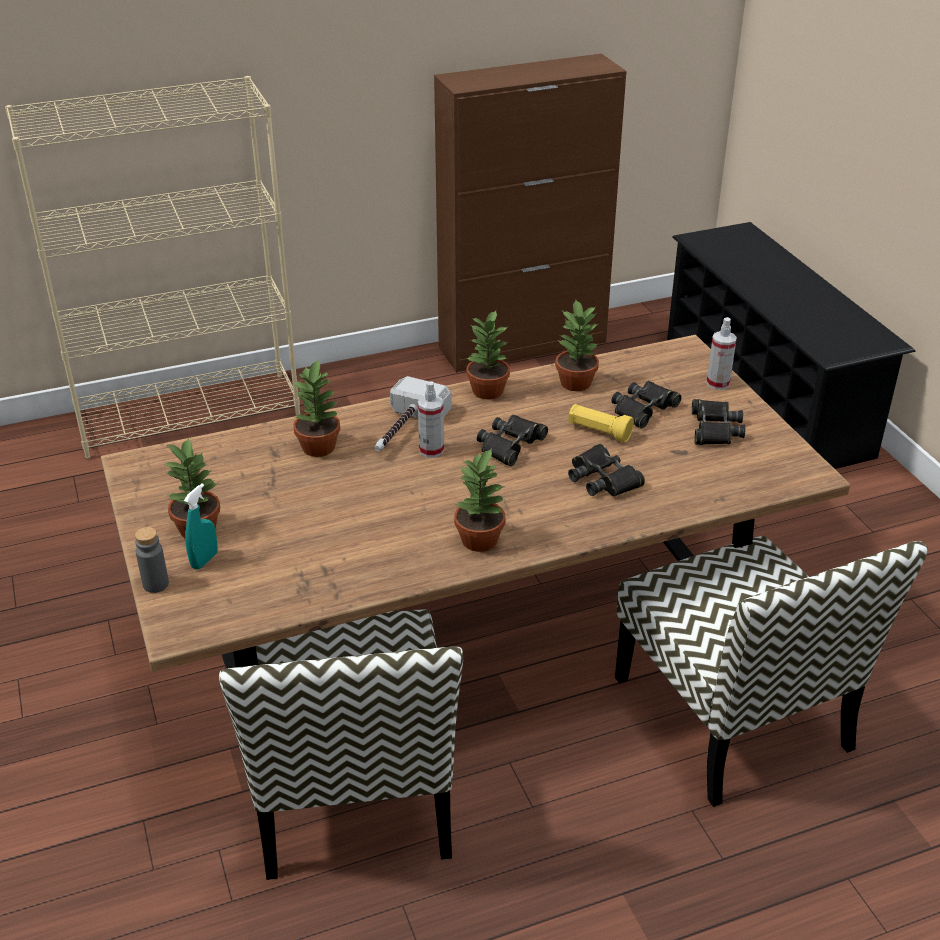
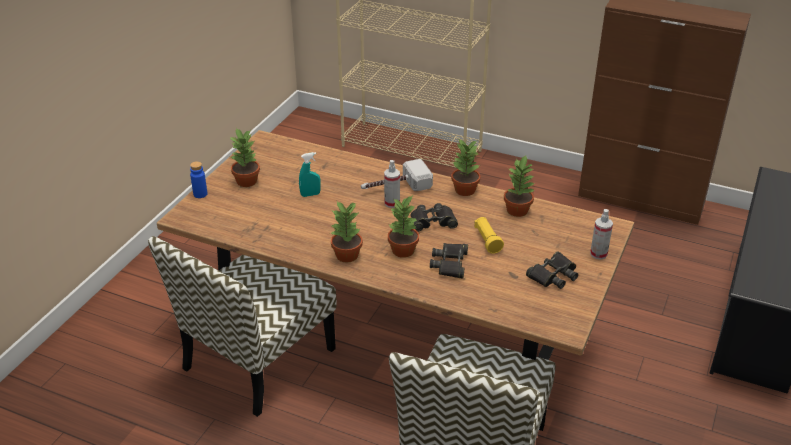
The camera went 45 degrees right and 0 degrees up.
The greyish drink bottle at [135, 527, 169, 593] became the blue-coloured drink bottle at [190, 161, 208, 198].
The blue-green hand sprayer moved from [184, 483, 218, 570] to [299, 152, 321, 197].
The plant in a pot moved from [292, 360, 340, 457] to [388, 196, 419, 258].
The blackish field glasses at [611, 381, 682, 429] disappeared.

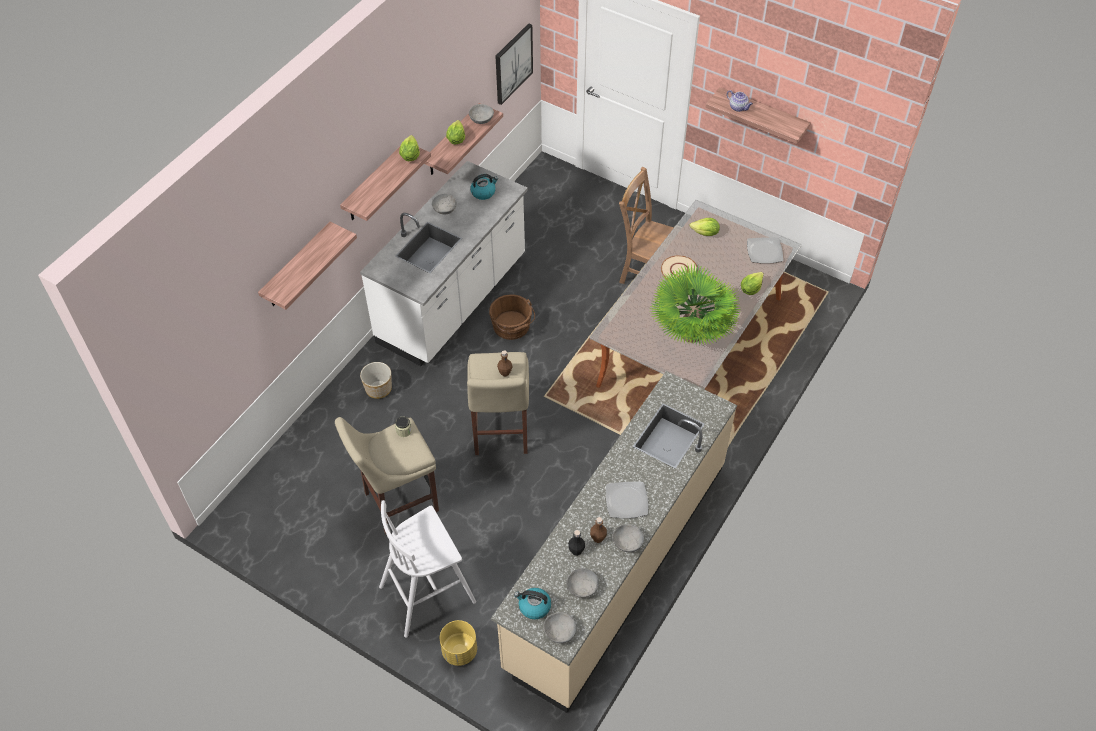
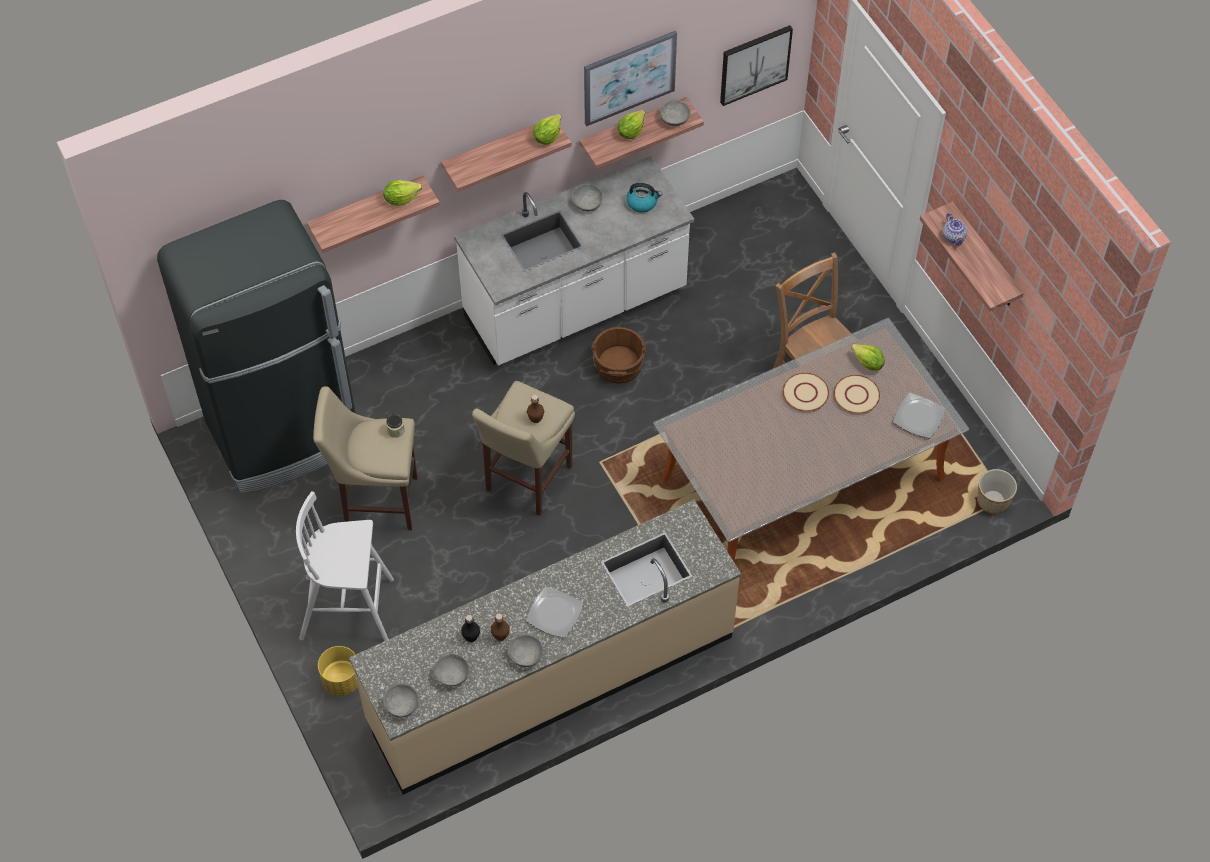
The camera went 30 degrees right and 5 degrees up.
The planter moved from [360, 362, 392, 399] to [977, 469, 1017, 514].
The water kettle at [514, 588, 551, 619] disappeared.
The plant in a pot at [649, 264, 740, 345] disappeared.
The head of lettuce moved from [741, 272, 764, 295] to [383, 180, 422, 206].
The blackish refrigerator at [157, 200, 356, 493] appeared.
The wall picture at [584, 31, 677, 126] appeared.
The beige-coloured flat dish at [834, 375, 880, 414] appeared.

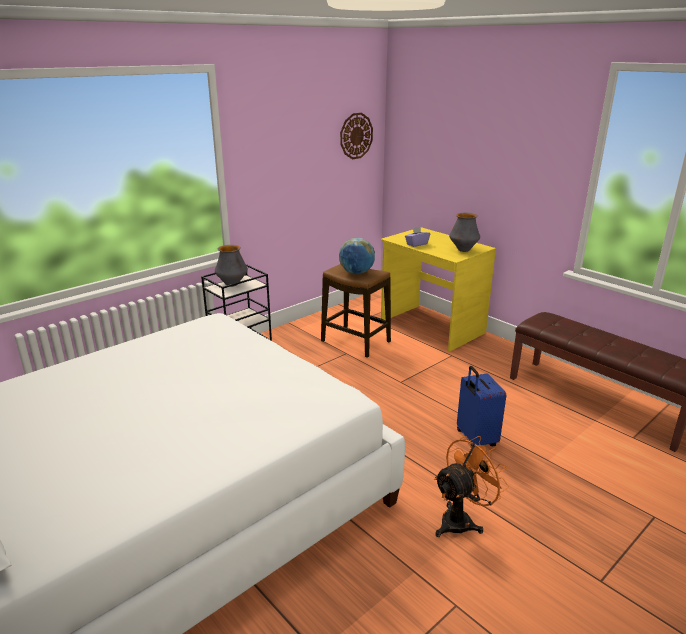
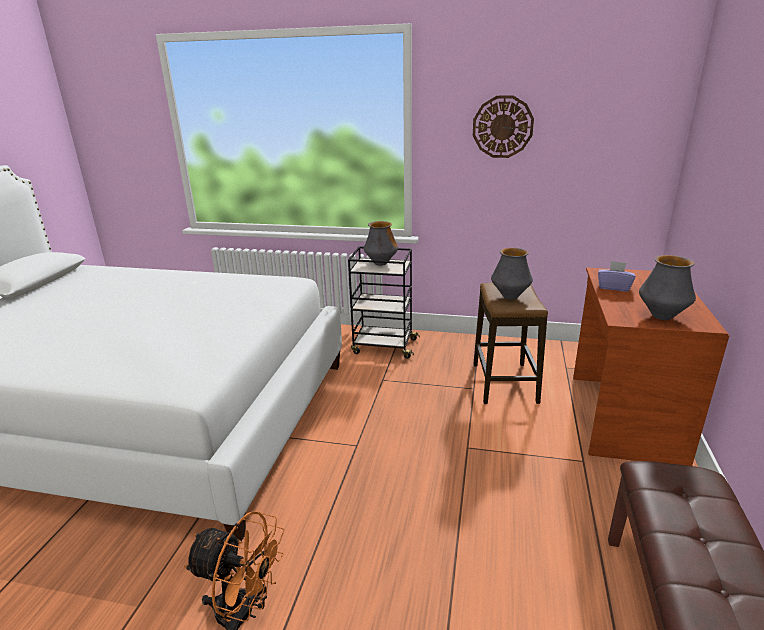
The camera went 55 degrees right and 0 degrees up.
The globe at [339, 237, 375, 274] was replaced by the decorative vase at [491, 248, 533, 300].
The clock on the wall moved from [340, 113, 373, 159] to [473, 95, 534, 158].
The yellowish desk at [381, 227, 496, 352] became the brownish desk at [573, 268, 729, 466].
The blue-coloured piece of luggage at [457, 366, 506, 446] disappeared.

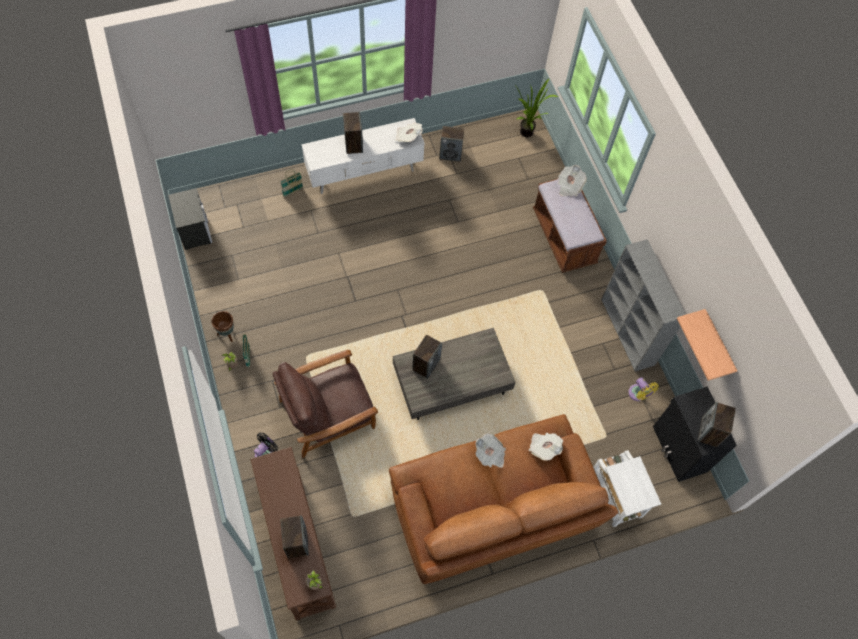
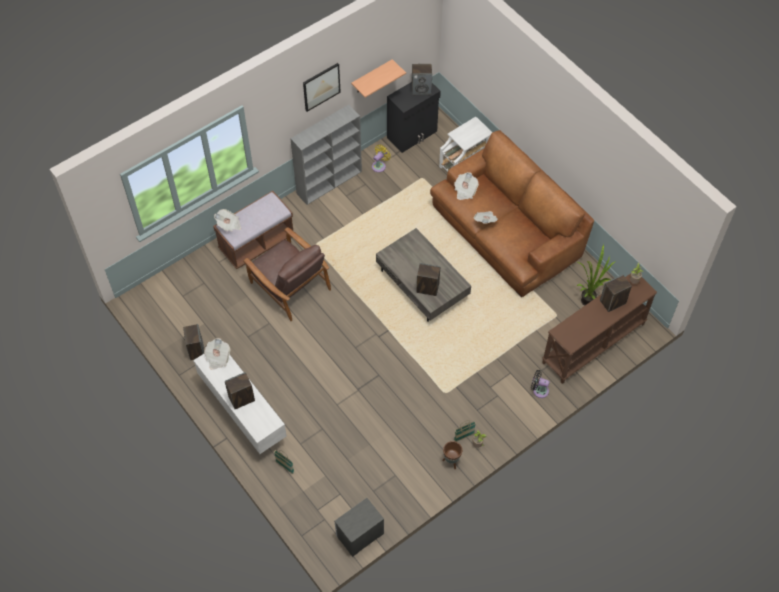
The camera went 105 degrees left and 5 degrees down.
The brownish armchair moved from [272, 350, 378, 458] to [243, 227, 331, 321].
The plant in a pot moved from [517, 78, 558, 137] to [577, 244, 616, 306].
The wall picture at [303, 63, 341, 112] appeared.

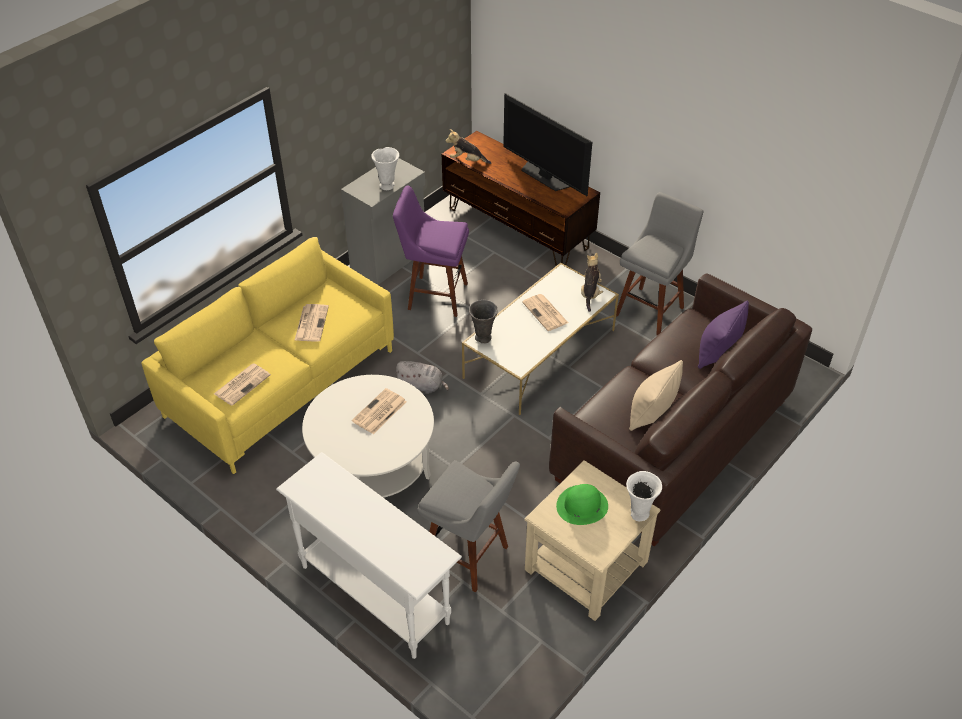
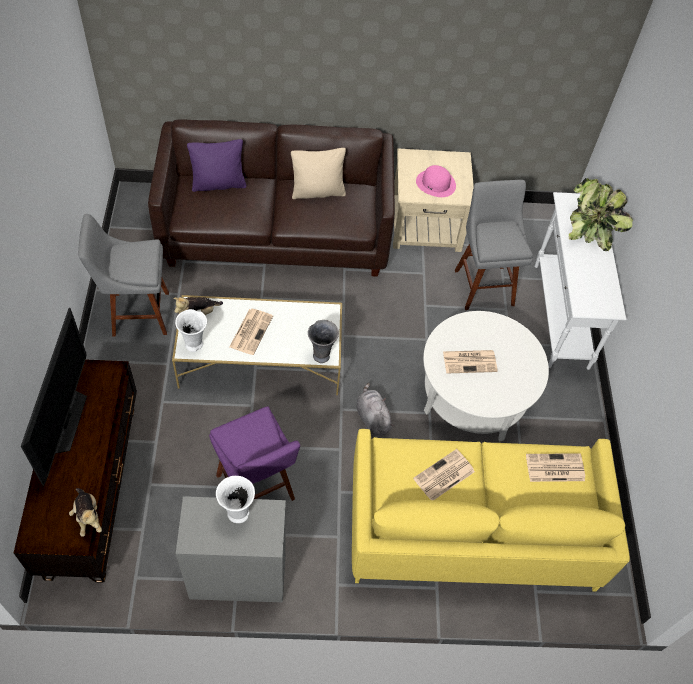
The camera went 135 degrees left and 10 degrees up.
The greenish clothing hat at [556, 484, 608, 525] became the pink clothing hat at [416, 165, 456, 197].
The whitish decorative vase moved from [626, 471, 662, 521] to [175, 309, 207, 352].
The plant in a pot at [569, 178, 633, 251] appeared.

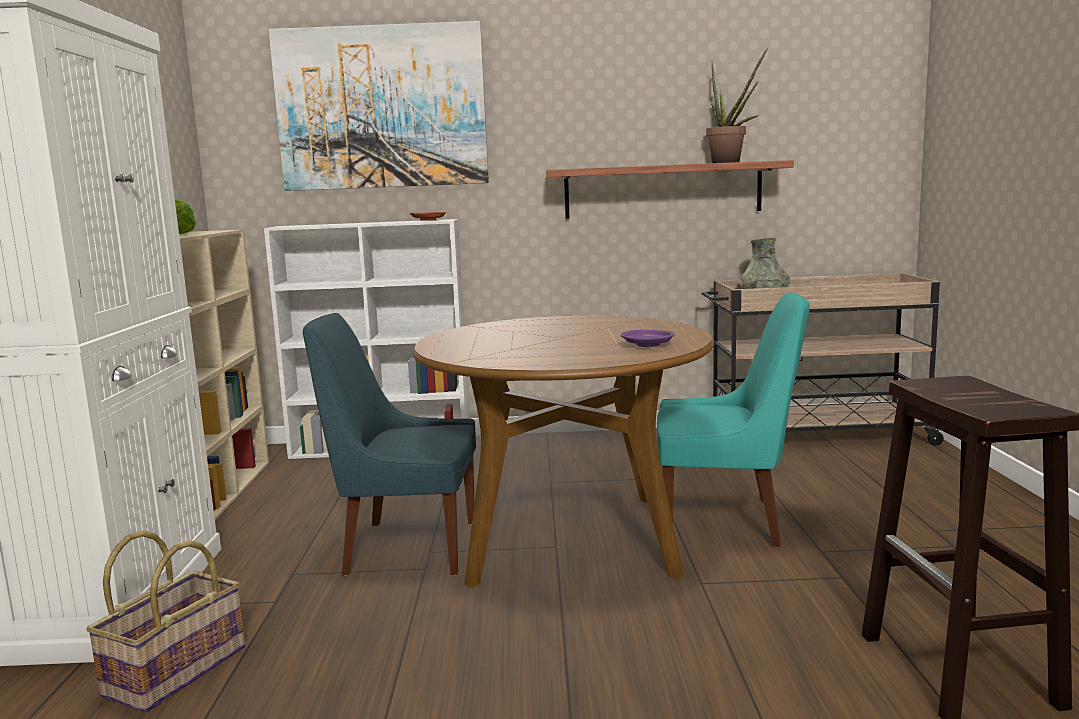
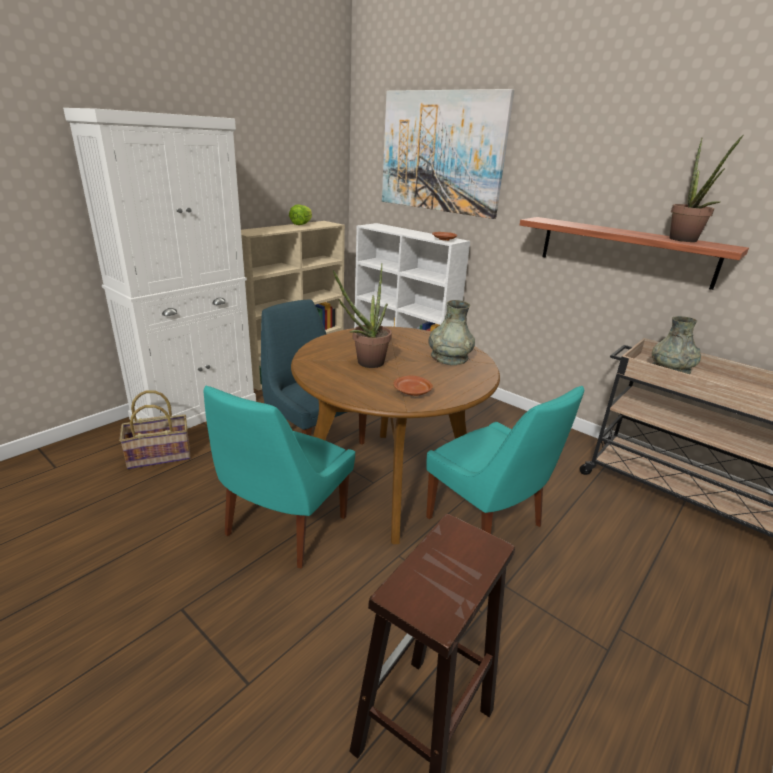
The camera went 40 degrees right and 15 degrees up.
The purplish flat dish at [621, 330, 675, 347] became the brownish flat dish at [394, 376, 433, 396].
The blue-green upright chair at [203, 386, 355, 568] appeared.
The plant in a pot at [333, 263, 392, 368] appeared.
The greyish decorative vase at [428, 300, 475, 365] appeared.

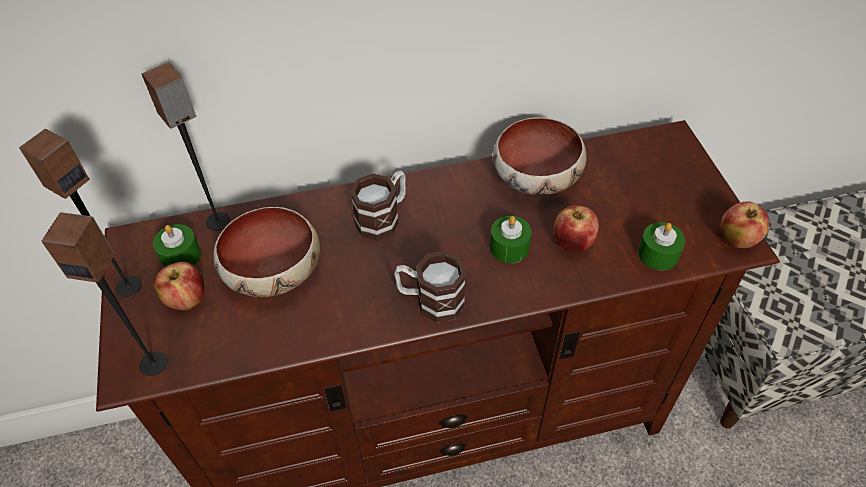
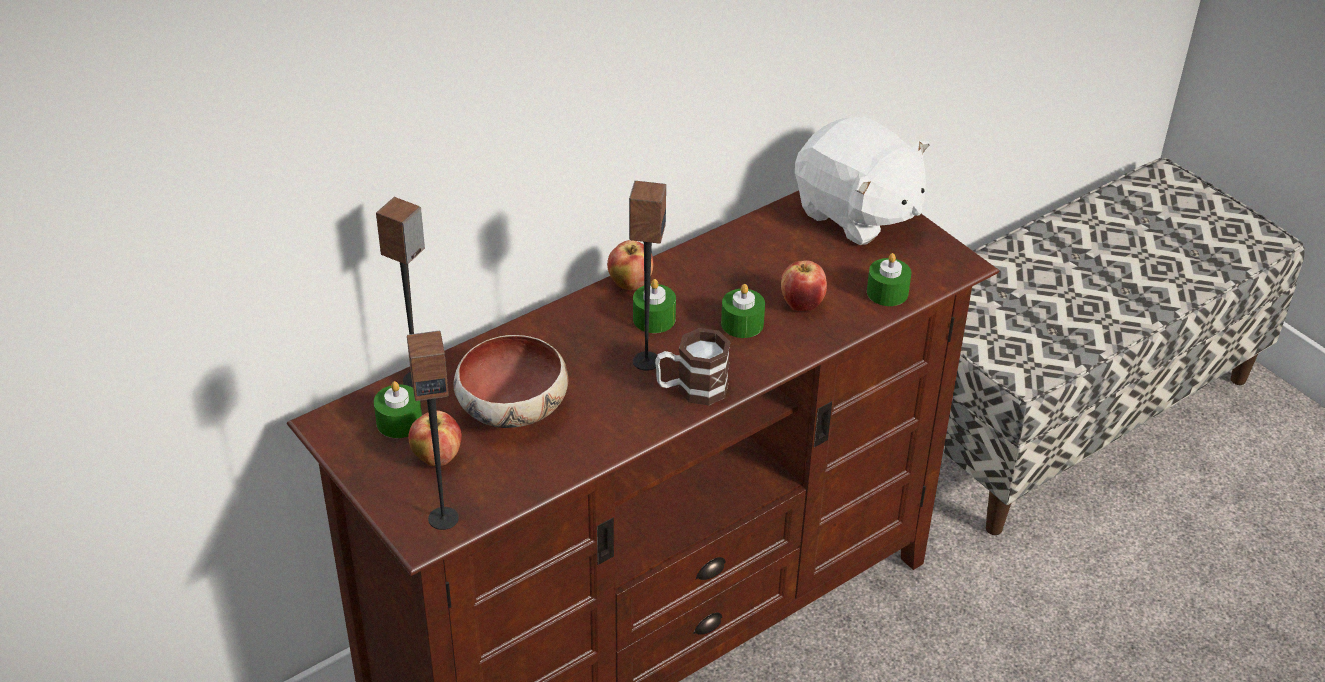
The camera went 25 degrees left and 10 degrees down.
The loudspeaker moved from [19, 129, 142, 297] to [629, 181, 666, 371].
The coffee mug at [350, 171, 406, 241] disappeared.
The bowl at [492, 117, 587, 195] disappeared.
The whole apple moved from [721, 202, 769, 248] to [607, 240, 653, 290].
The greenish wax candle at [633, 279, 676, 333] appeared.
The whitish plush toy at [795, 116, 930, 245] appeared.

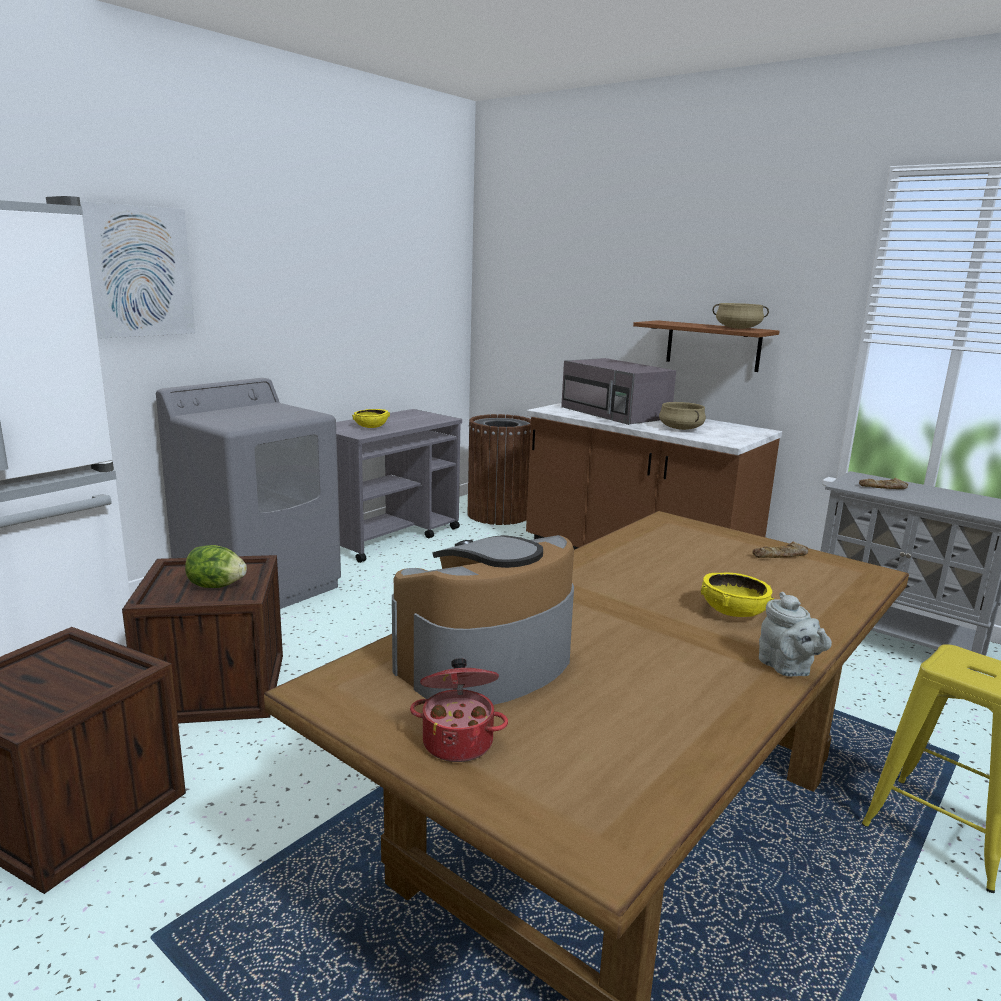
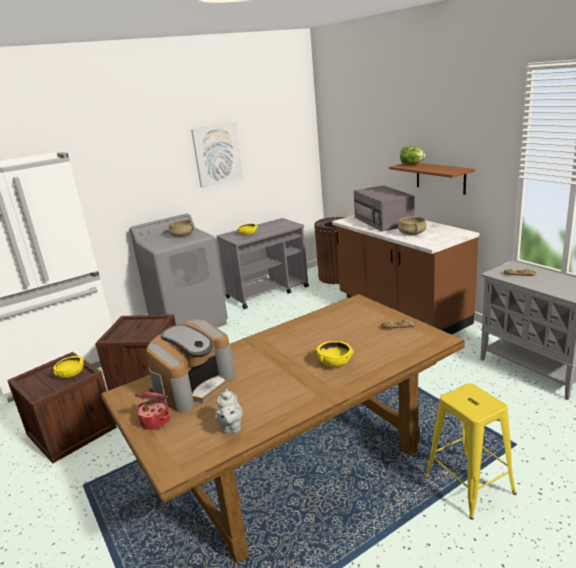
The camera went 20 degrees right and 5 degrees up.
The wall picture moved from [80, 201, 195, 339] to [191, 123, 243, 188].
The head of lettuce moved from [185, 545, 247, 588] to [400, 146, 425, 165].
The coffee maker at [392, 535, 574, 705] turned 150 degrees clockwise.
The beige-coloured cooking pot moved from [712, 303, 769, 329] to [168, 220, 194, 237].
The greyish pot for tea moved from [759, 592, 832, 677] to [215, 389, 243, 434].
The yellowish bowl at [53, 356, 84, 378] appeared.

